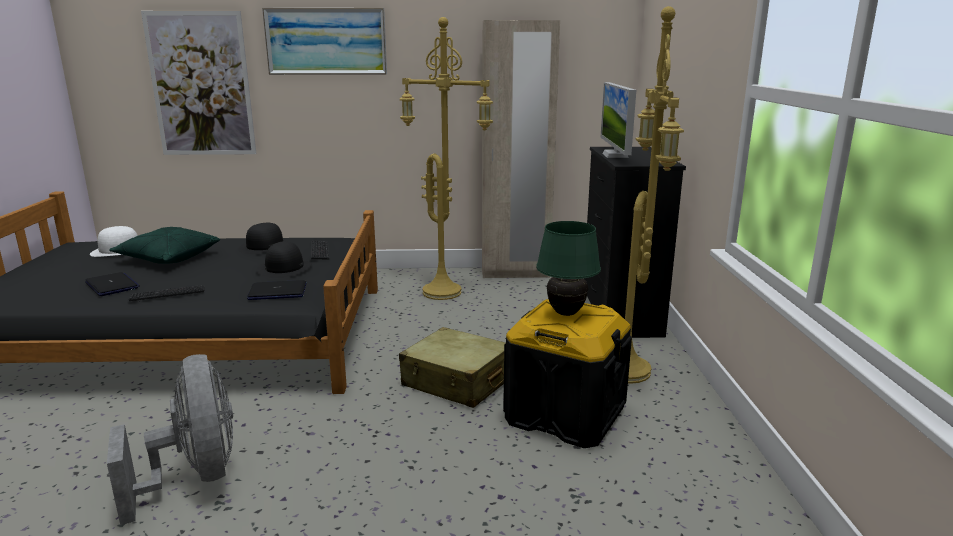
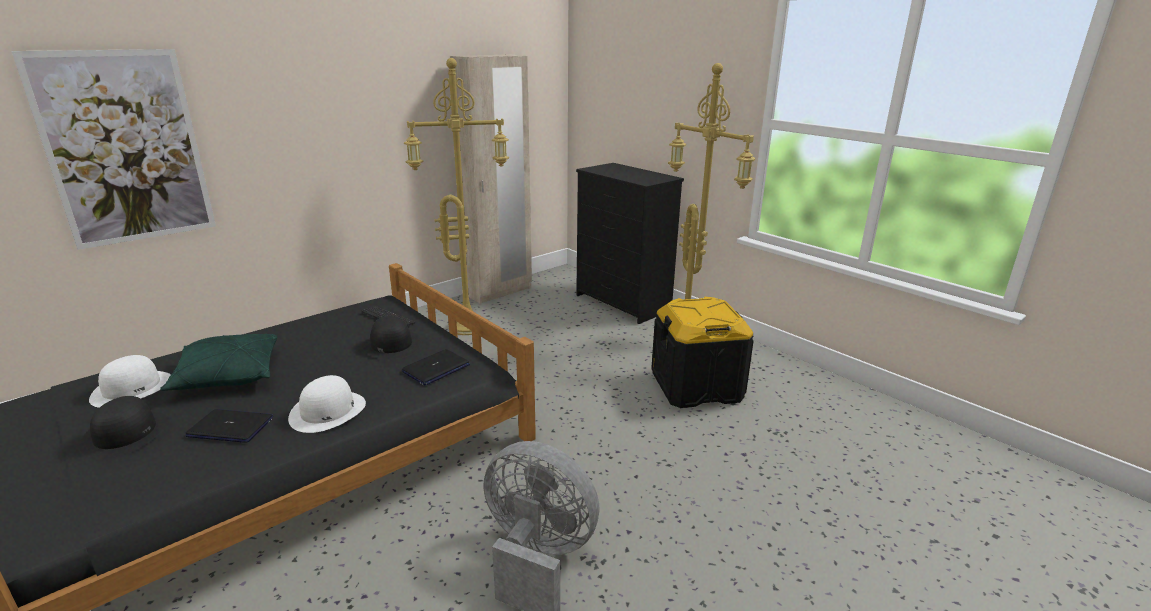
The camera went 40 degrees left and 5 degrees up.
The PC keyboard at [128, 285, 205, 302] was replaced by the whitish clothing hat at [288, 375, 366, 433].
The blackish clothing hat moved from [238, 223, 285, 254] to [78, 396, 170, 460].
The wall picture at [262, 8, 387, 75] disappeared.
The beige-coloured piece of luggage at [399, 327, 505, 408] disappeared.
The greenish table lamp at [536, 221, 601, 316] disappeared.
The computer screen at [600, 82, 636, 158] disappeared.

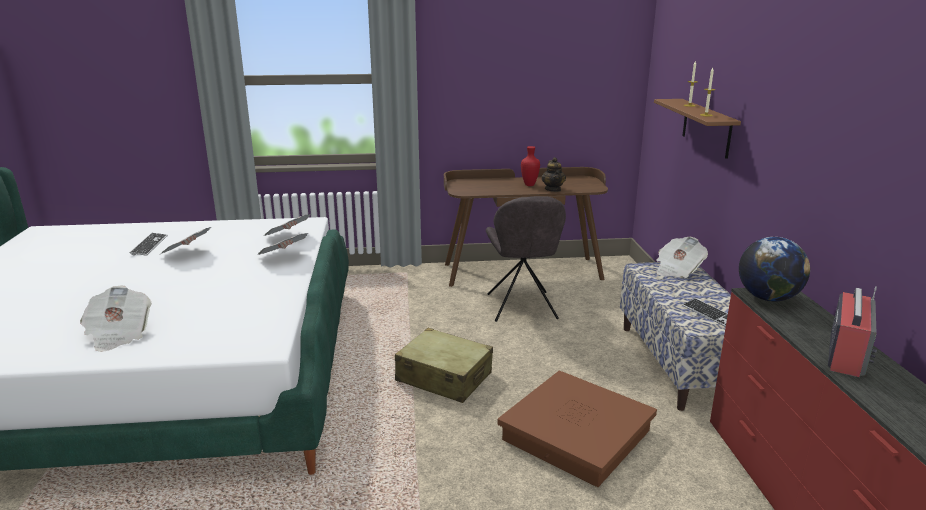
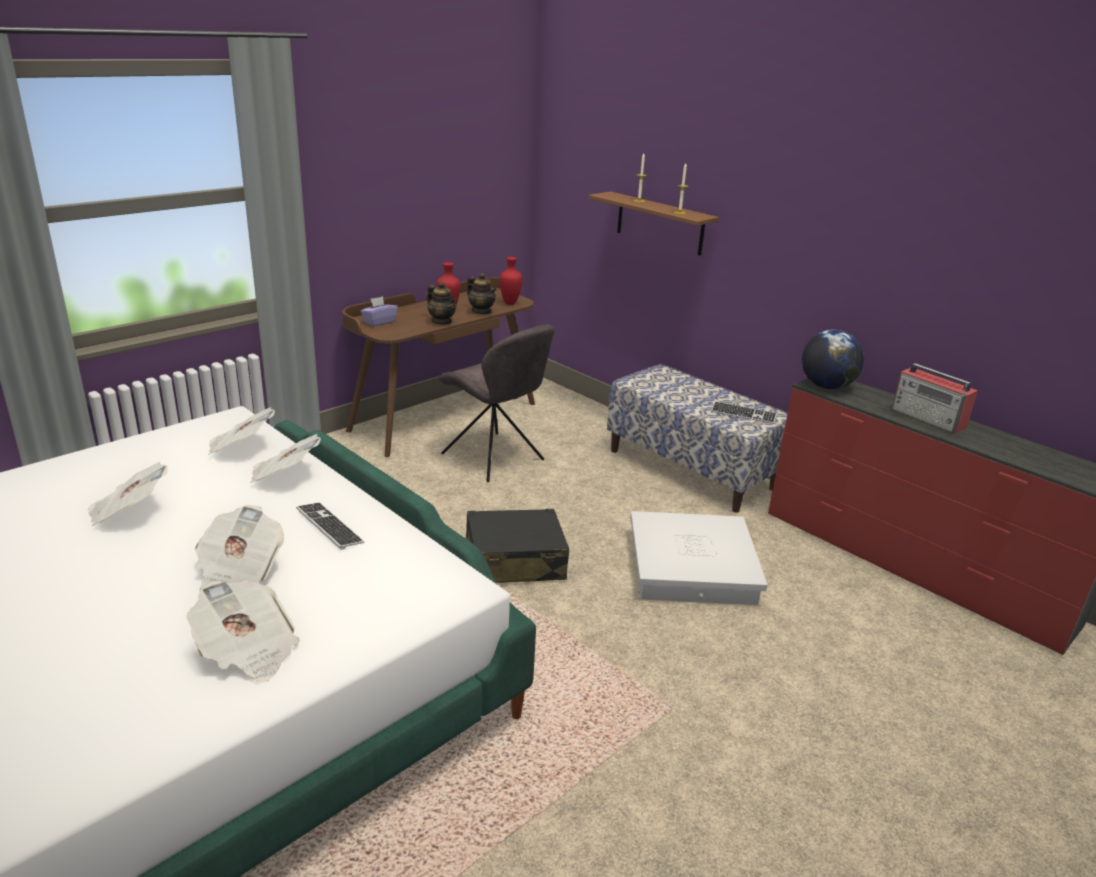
The camera went 40 degrees left and 5 degrees up.
The PC keyboard moved from [130, 233, 168, 256] to [296, 502, 364, 550].
The beige-coloured piece of luggage at [395, 328, 493, 403] became the blackish piece of luggage at [466, 509, 569, 583].
The brownish storage bin at [498, 371, 657, 487] became the whitish storage bin at [630, 511, 767, 605].
The printed paper moved from [656, 237, 708, 278] to [194, 505, 284, 593].
The radio at [828, 286, 877, 377] turned 150 degrees clockwise.
The purplish tissue box at [361, 296, 398, 327] appeared.
The pot for tea at [427, 282, 456, 325] appeared.
The reddish decorative vase at [499, 257, 523, 305] appeared.

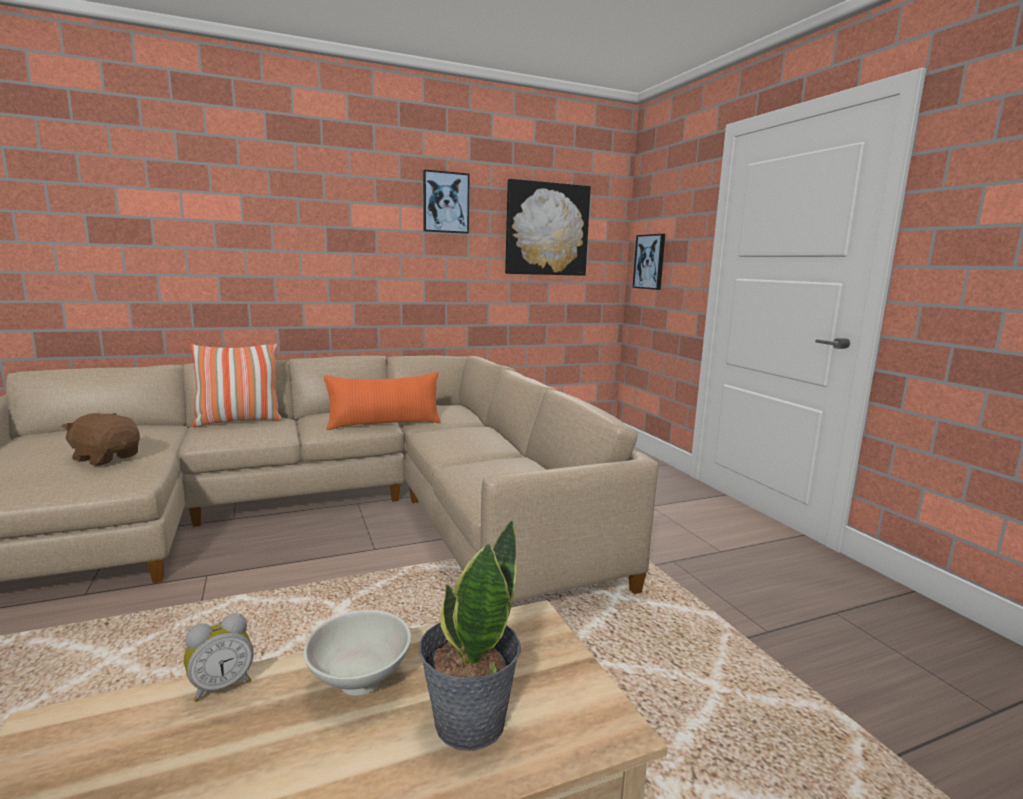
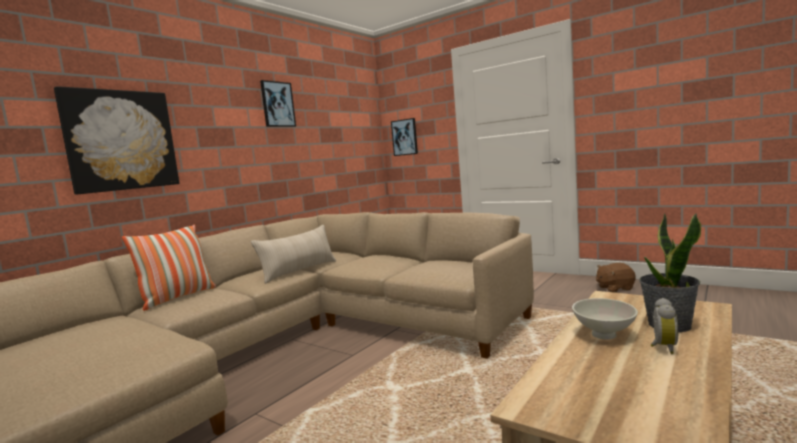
The camera went 30 degrees left and 5 degrees down.
The brownish plush toy moved from [61, 413, 140, 466] to [596, 263, 636, 292].
The alarm clock moved from [184, 613, 254, 702] to [650, 298, 678, 354].
The orange cushion at [324, 372, 441, 430] became the beige-coloured cushion at [251, 225, 336, 284].
The wall picture moved from [505, 179, 591, 276] to [54, 86, 179, 195].

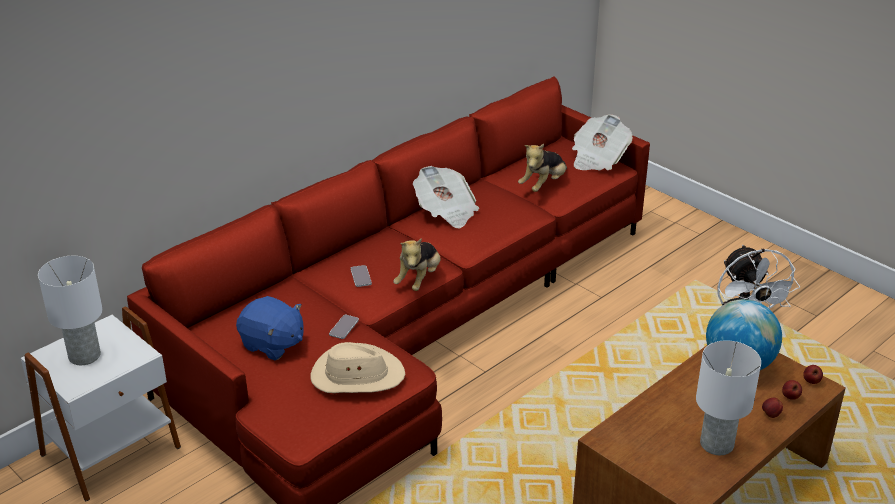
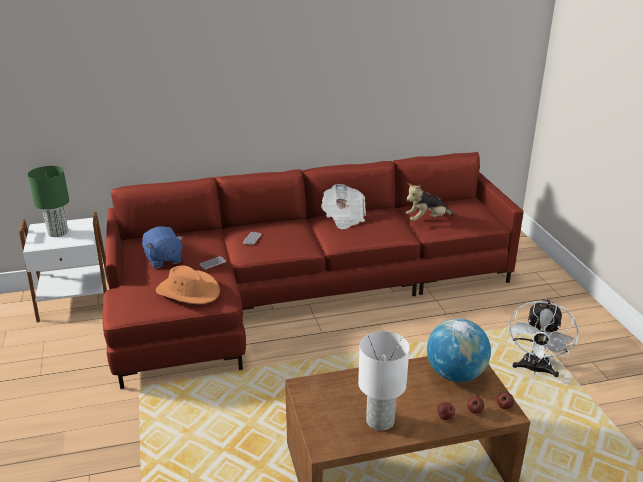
The camera went 30 degrees right and 5 degrees down.
The whitish table lamp at [38, 256, 103, 365] became the greenish table lamp at [28, 166, 69, 237].
The beige-coloured clothing hat at [310, 342, 405, 393] became the orange clothing hat at [156, 265, 220, 304].
The plush toy at [393, 238, 441, 291] disappeared.
The printed paper at [572, 114, 633, 170] disappeared.

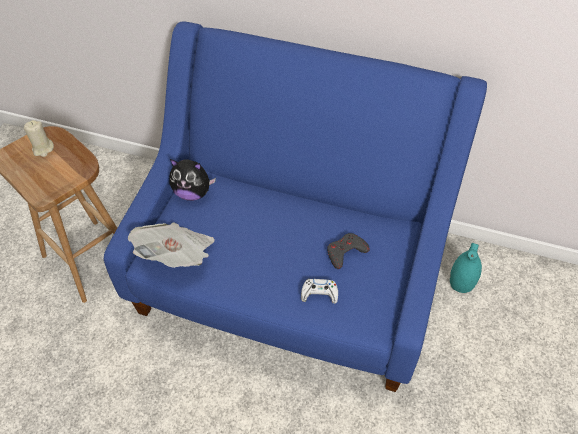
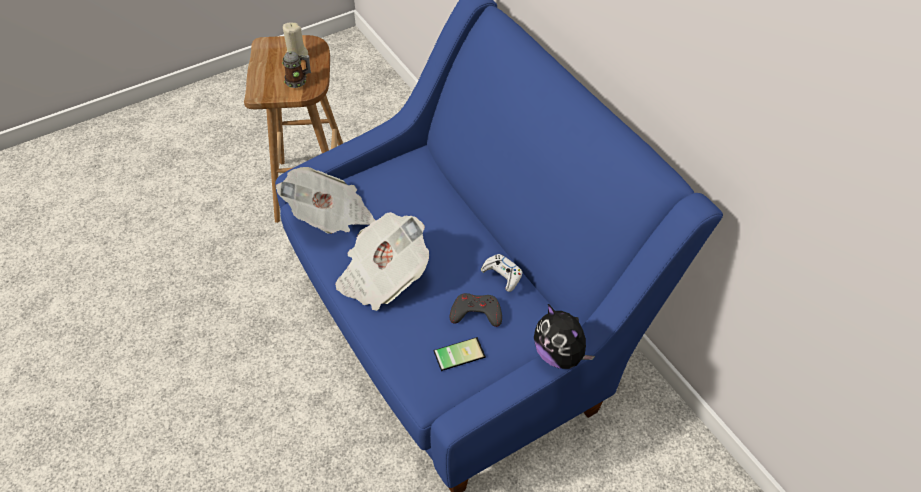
The camera went 40 degrees right and 0 degrees up.
The plush toy moved from [169, 159, 216, 201] to [534, 304, 595, 369].
The whitish joypad moved from [301, 279, 338, 304] to [481, 254, 523, 292].
The blue-green decorative vase at [450, 243, 482, 293] disappeared.
The coffee mug at [282, 51, 311, 88] appeared.
The printed paper at [335, 212, 429, 311] appeared.
The phone at [433, 337, 486, 371] appeared.

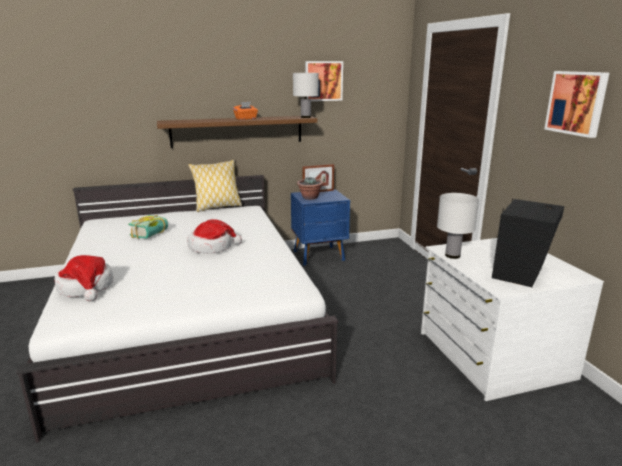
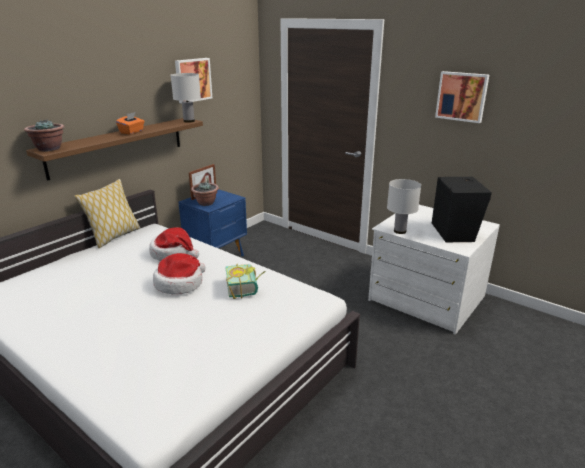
The camera went 35 degrees left and 5 degrees up.
The clothing hat moved from [54, 255, 113, 301] to [149, 227, 199, 261].
The book moved from [128, 215, 168, 239] to [225, 264, 266, 299].
The plant in a pot at [24, 119, 64, 152] appeared.

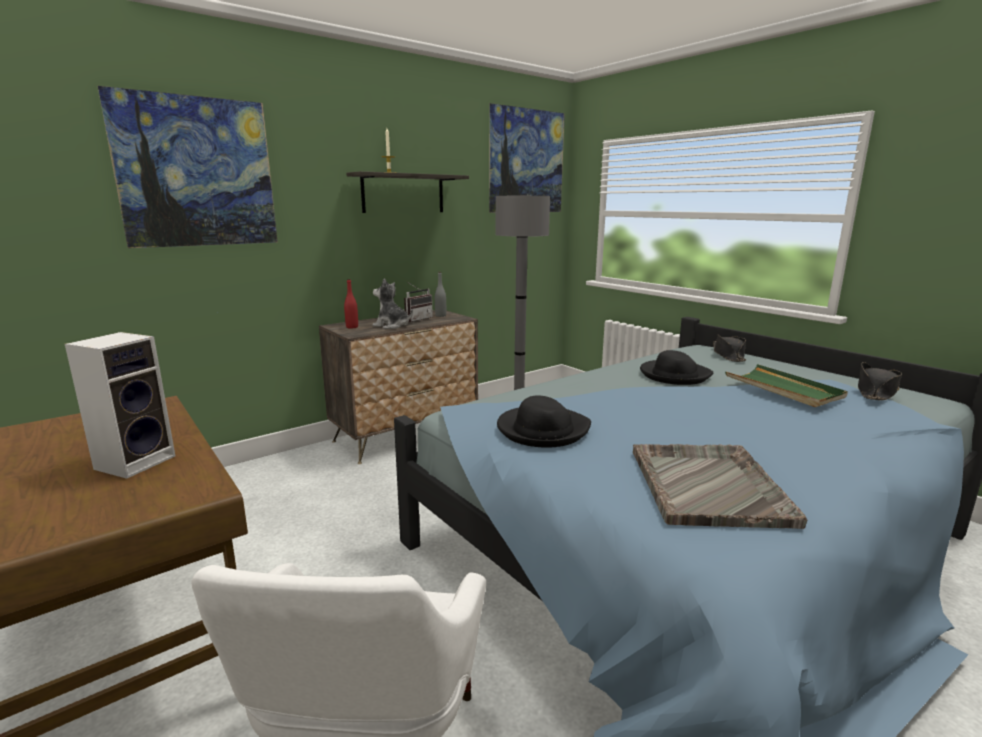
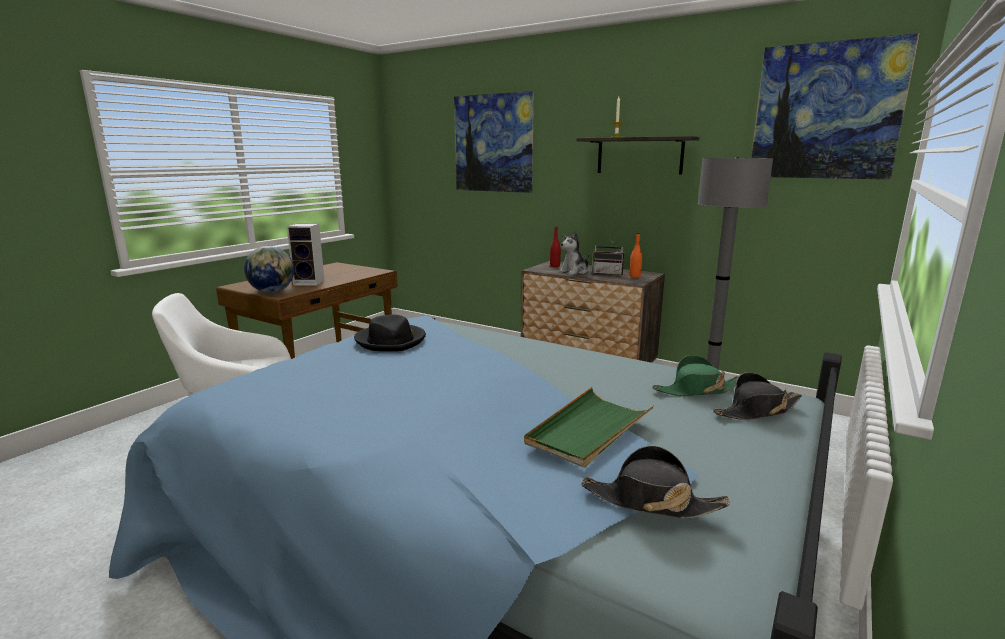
The camera went 70 degrees right and 0 degrees up.
The plush toy at [372, 278, 413, 329] turned 135 degrees counterclockwise.
The greyish drink bottle at [435, 272, 446, 317] became the orange drink bottle at [630, 233, 642, 278].
The greyish tray at [633, 444, 807, 529] disappeared.
The blackish clothing hat at [640, 350, 713, 385] disappeared.
The globe at [244, 246, 294, 293] appeared.
The greenish clothing hat at [652, 355, 738, 397] appeared.

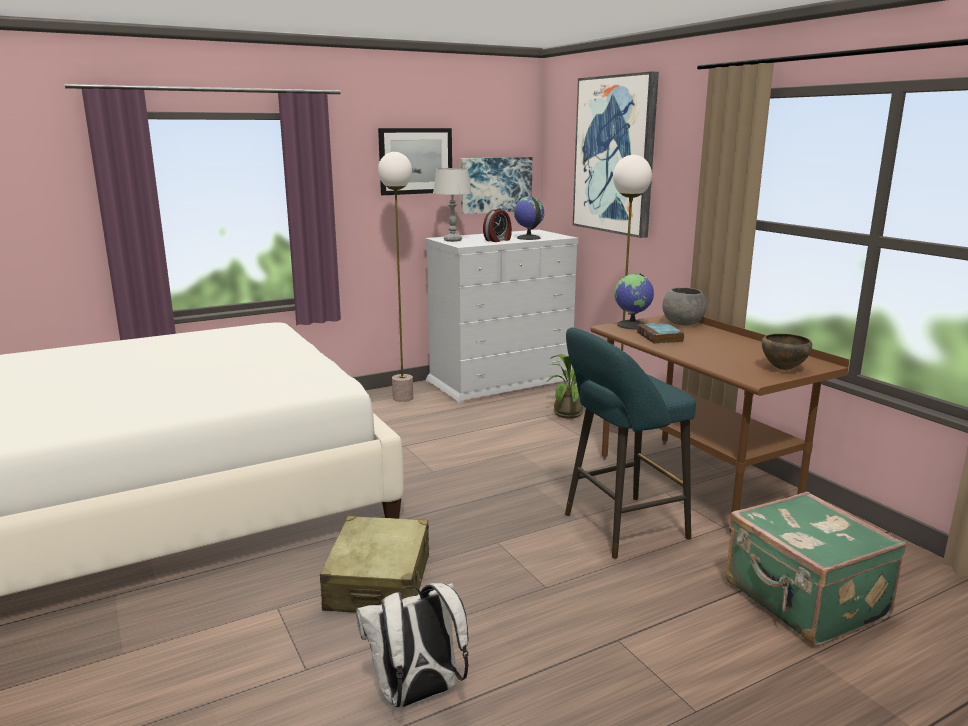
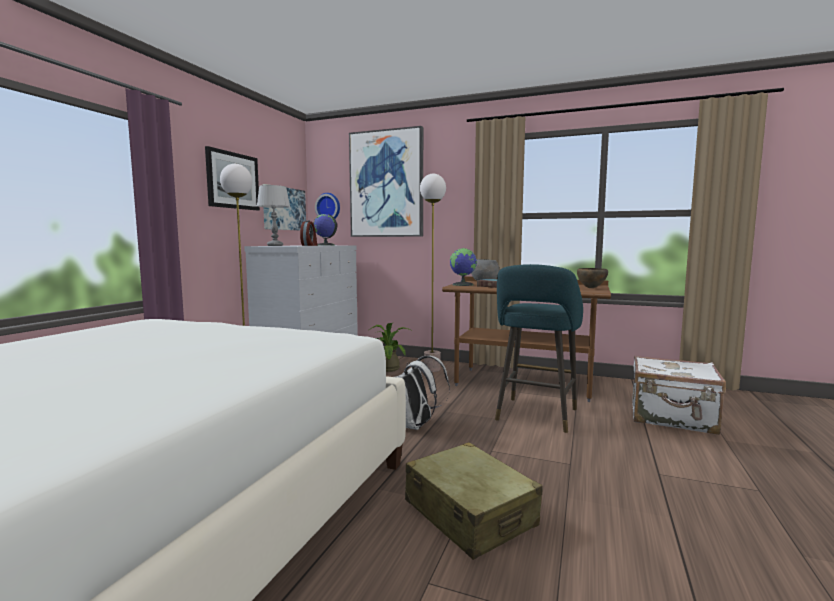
The camera went 40 degrees left and 10 degrees down.
The whitish backpack moved from [356, 583, 469, 708] to [395, 356, 450, 430].
The greenish piece of luggage at [726, 492, 906, 646] became the whitish piece of luggage at [632, 355, 726, 435].
The clock on the wall at [315, 193, 340, 219] appeared.

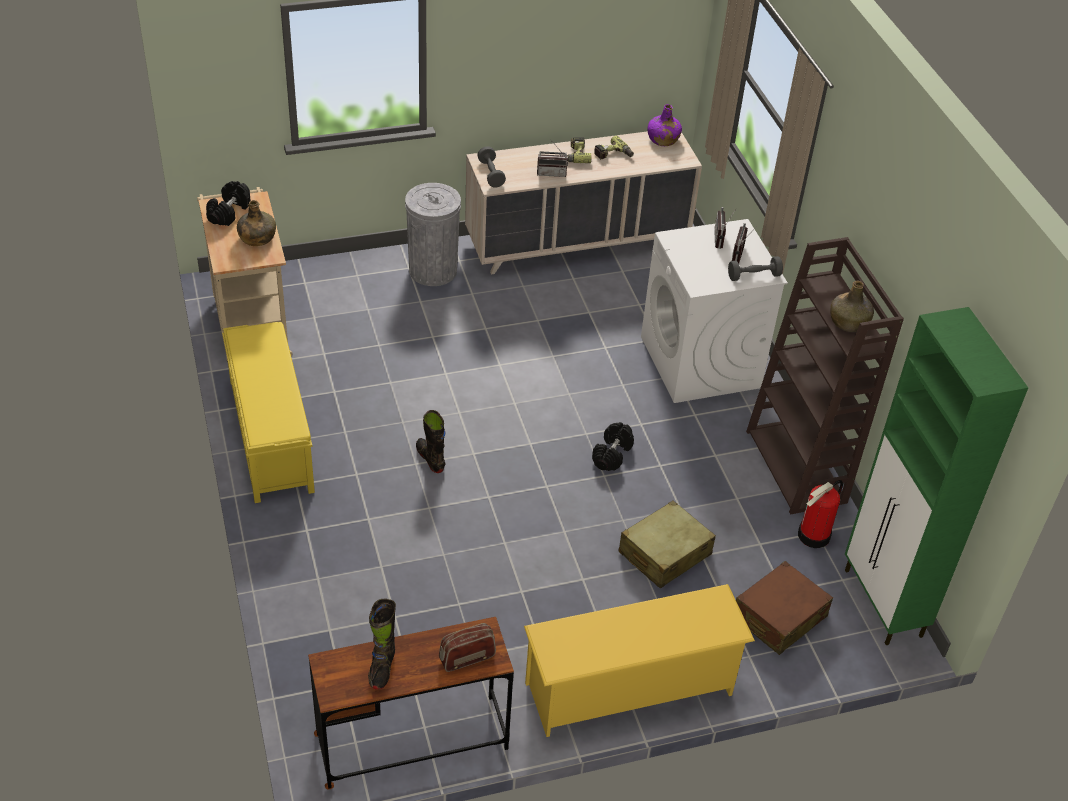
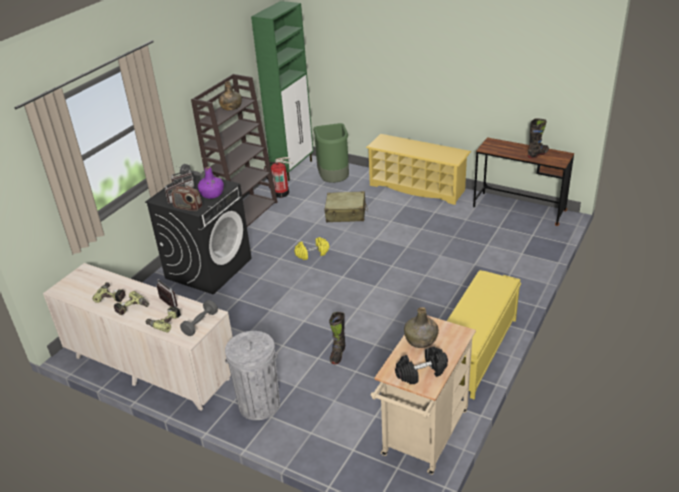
The camera went 130 degrees left and 10 degrees down.
The blackish boot moved from [416, 410, 445, 473] to [329, 312, 345, 364].
The radio moved from [439, 623, 496, 672] to [172, 186, 202, 211].
The blackish free weight at [592, 422, 634, 471] became the yellowish free weight at [294, 237, 329, 260].
The whitish laundry appliance at [641, 219, 788, 403] became the blackish laundry appliance at [145, 175, 252, 295].
The purplish drink bottle moved from [648, 104, 682, 146] to [198, 167, 224, 199].
The brownish piece of luggage at [736, 561, 833, 655] was replaced by the greenish rubbish bin at [313, 123, 349, 183].
The power drill at [146, 306, 181, 333] appeared.

